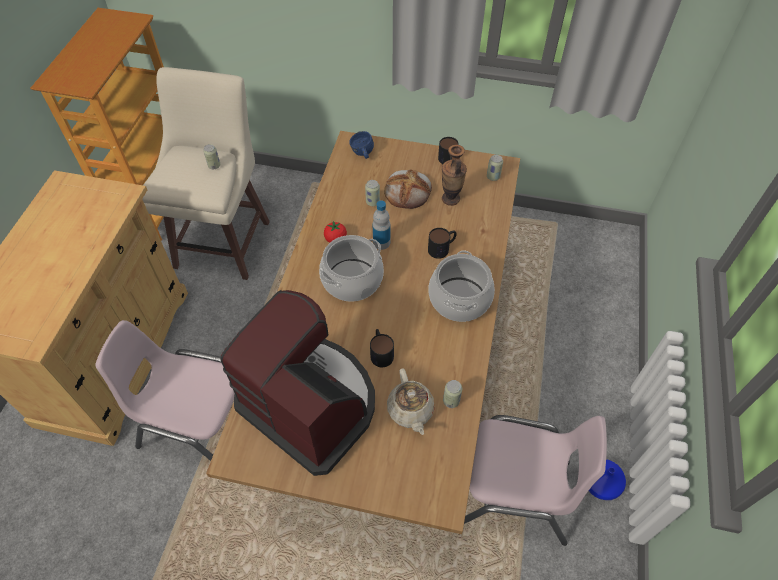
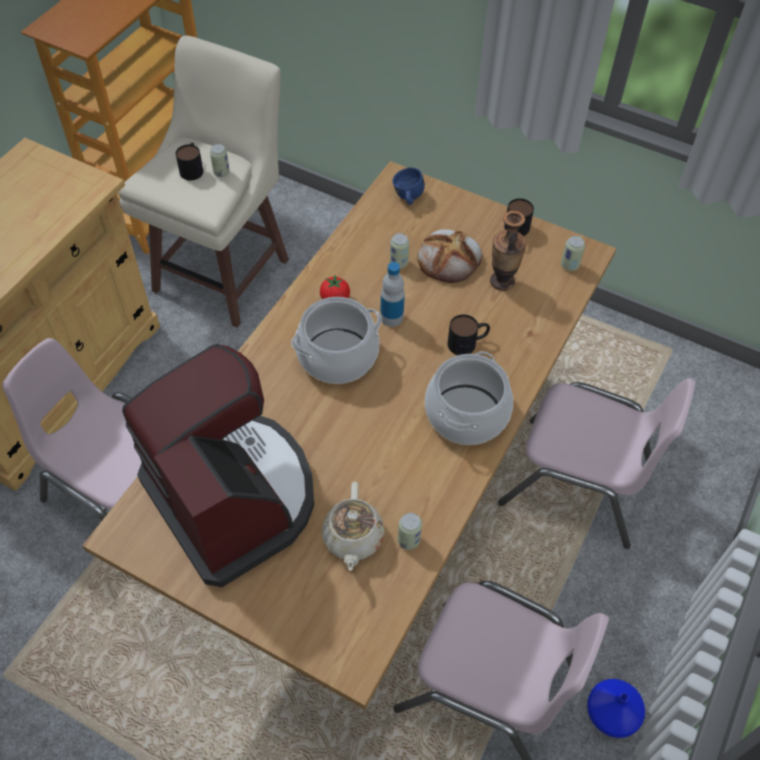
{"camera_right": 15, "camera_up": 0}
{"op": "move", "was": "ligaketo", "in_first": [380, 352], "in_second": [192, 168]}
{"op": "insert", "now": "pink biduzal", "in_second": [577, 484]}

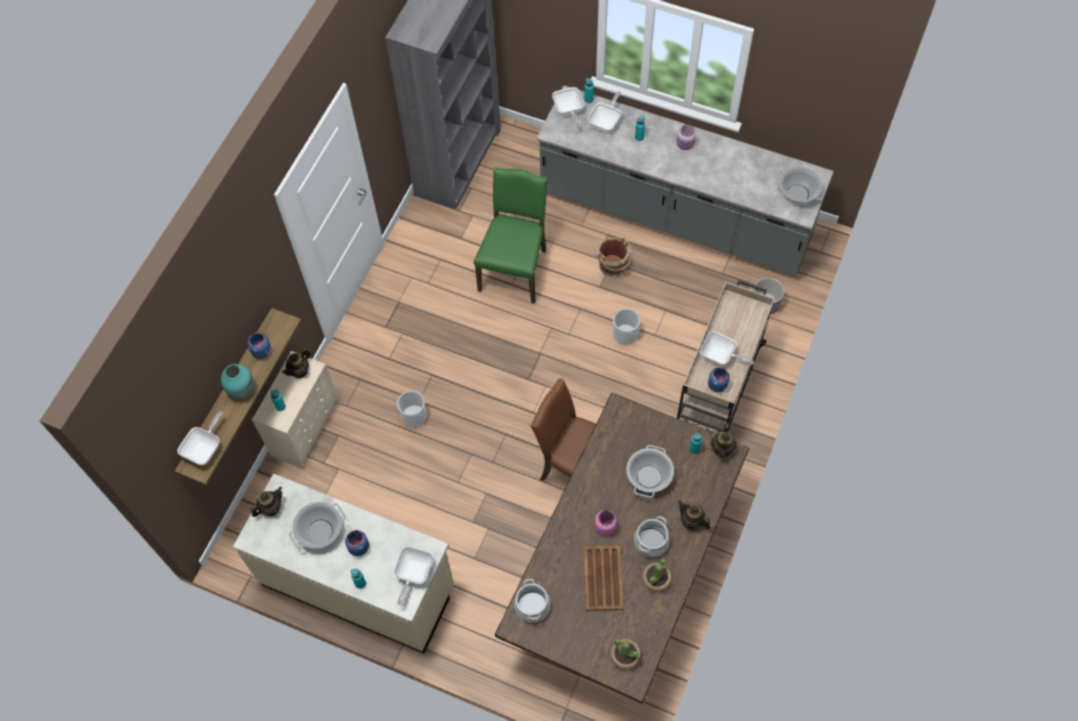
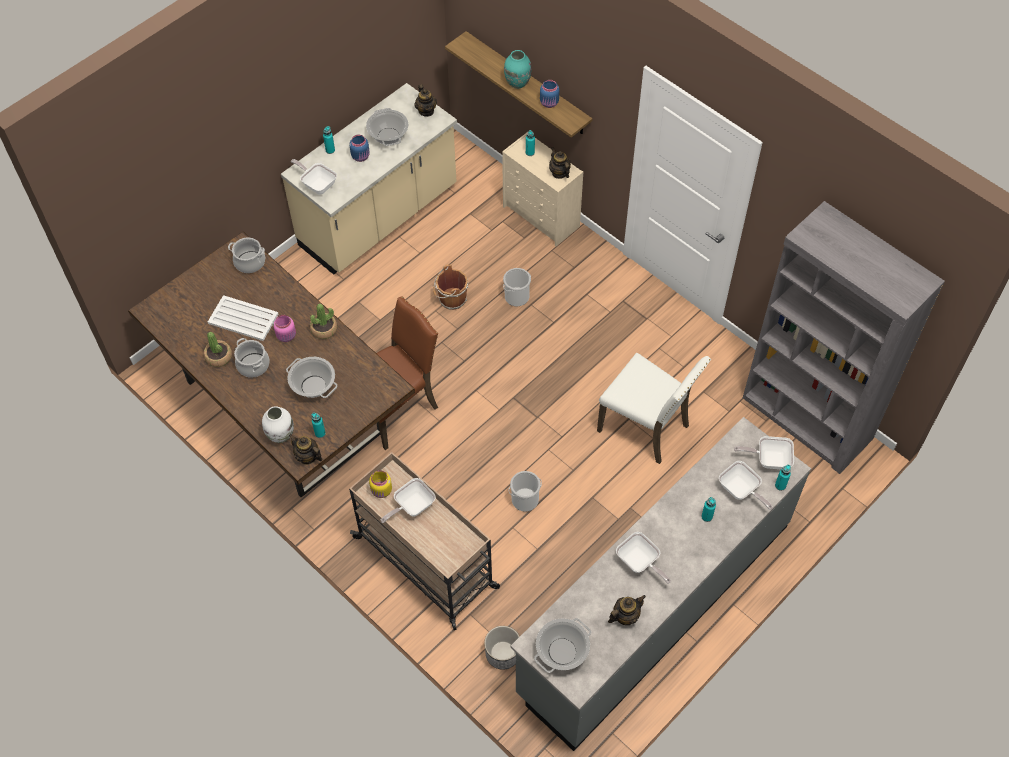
{"camera_right": 110, "camera_up": -5}
{"op": "delete", "was": "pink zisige", "in_first": [685, 145]}
{"op": "recolor", "was": "green biduzal", "now": "white biduzal", "in_first": [515, 269], "in_second": [646, 427]}
{"op": "move", "was": "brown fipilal", "in_first": [613, 266], "in_second": [451, 299]}
{"op": "recolor", "was": "blue zisige", "now": "yellow zisige", "in_first": [717, 385], "in_second": [381, 491]}
{"op": "move", "was": "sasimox", "in_first": [205, 448], "in_second": [639, 563]}
{"op": "move", "was": "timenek", "in_first": [691, 521], "in_second": [625, 616]}
{"op": "recolor", "was": "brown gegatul", "now": "white gegatul", "in_first": [603, 578], "in_second": [242, 318]}
{"op": "move", "was": "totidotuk", "in_first": [625, 656], "in_second": [324, 329]}
{"op": "insert", "now": "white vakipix", "in_second": [281, 435]}

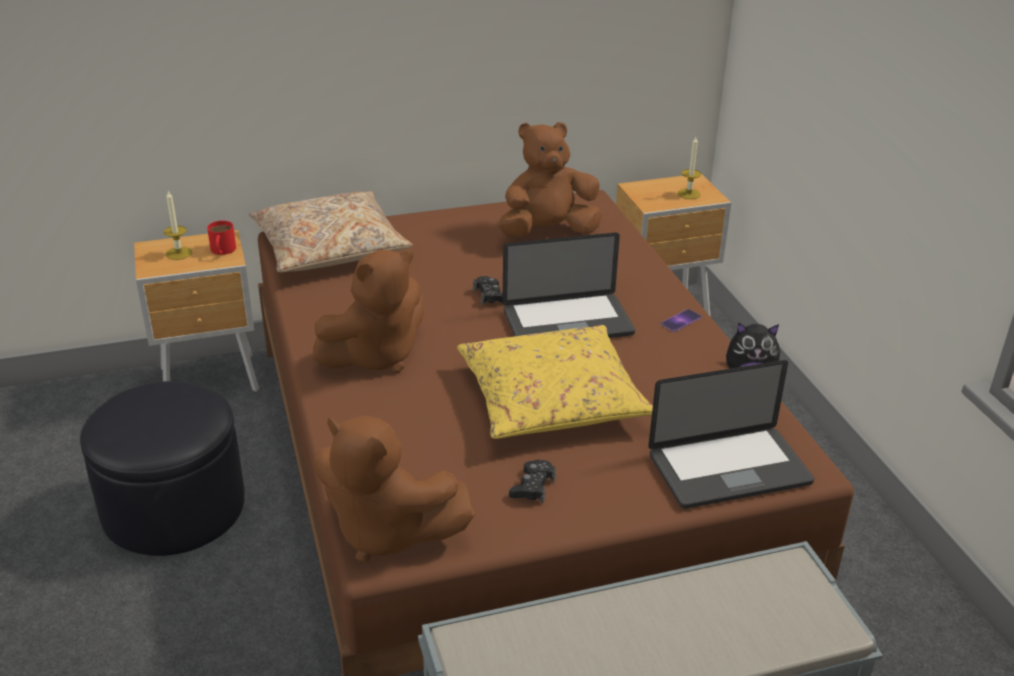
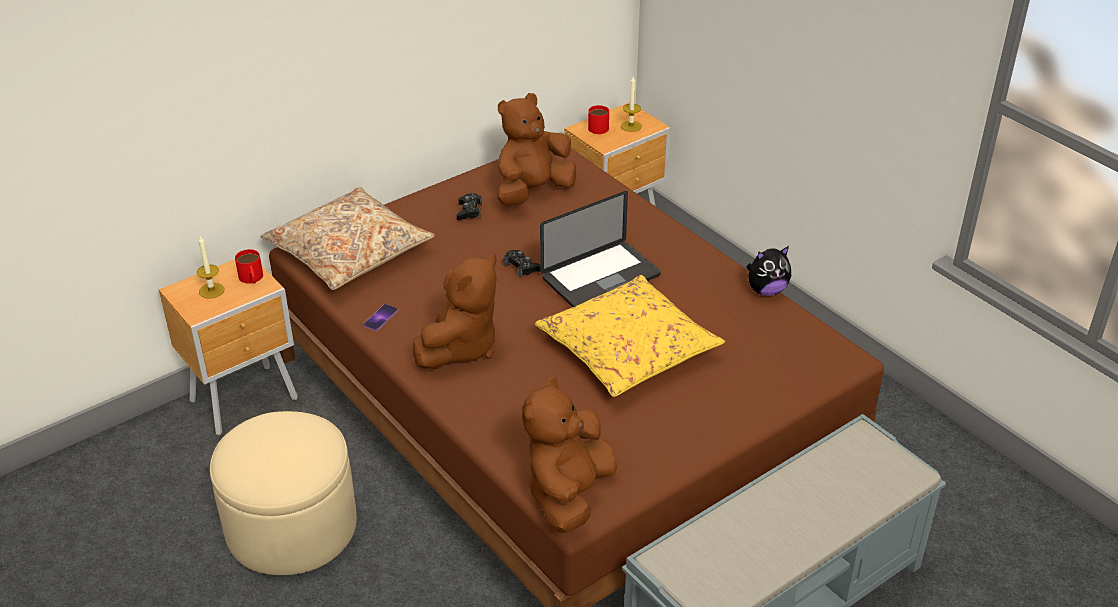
{"camera_right": -20, "camera_up": 5}
{"op": "move", "was": "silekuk", "in_first": [681, 321], "in_second": [380, 317]}
{"op": "delete", "was": "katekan", "in_first": [729, 469]}
{"op": "recolor", "was": "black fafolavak", "now": "beige fafolavak", "in_first": [174, 507], "in_second": [291, 526]}
{"op": "rotate", "was": "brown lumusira", "in_first": [386, 532], "in_second": [568, 494], "clockwise": 105}
{"op": "move", "was": "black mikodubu", "in_first": [532, 487], "in_second": [469, 211]}
{"op": "insert", "now": "red ligaketo", "in_second": [598, 126]}

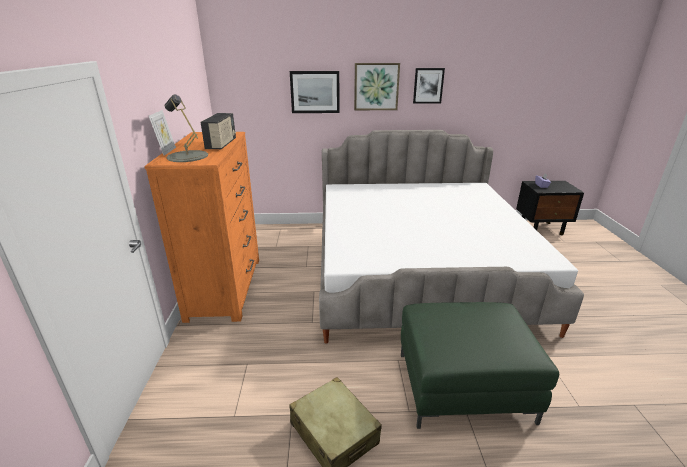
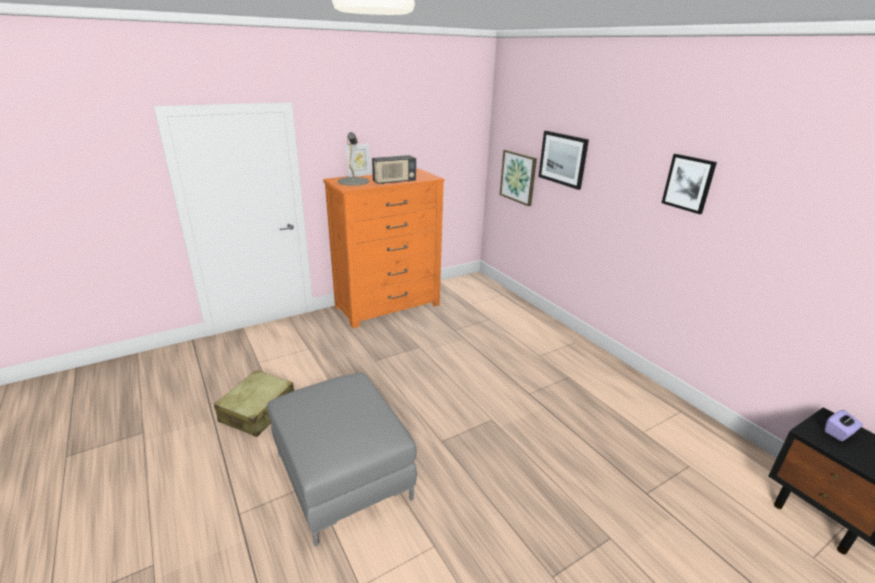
{"camera_right": 60, "camera_up": 0}
{"op": "move", "was": "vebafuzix", "in_first": [376, 86], "in_second": [518, 177]}
{"op": "delete", "was": "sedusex", "in_first": [418, 269]}
{"op": "recolor", "was": "green fafolavak", "now": "grey fafolavak", "in_first": [462, 386], "in_second": [343, 476]}

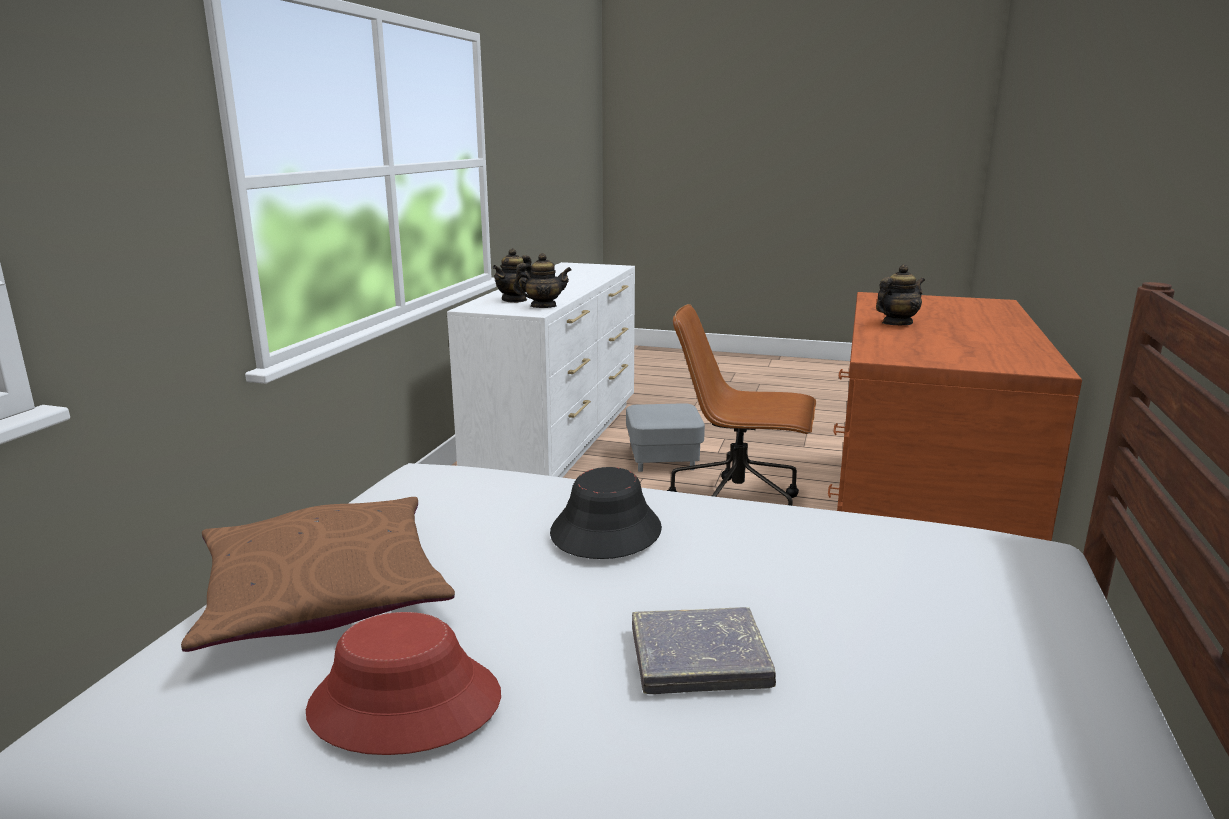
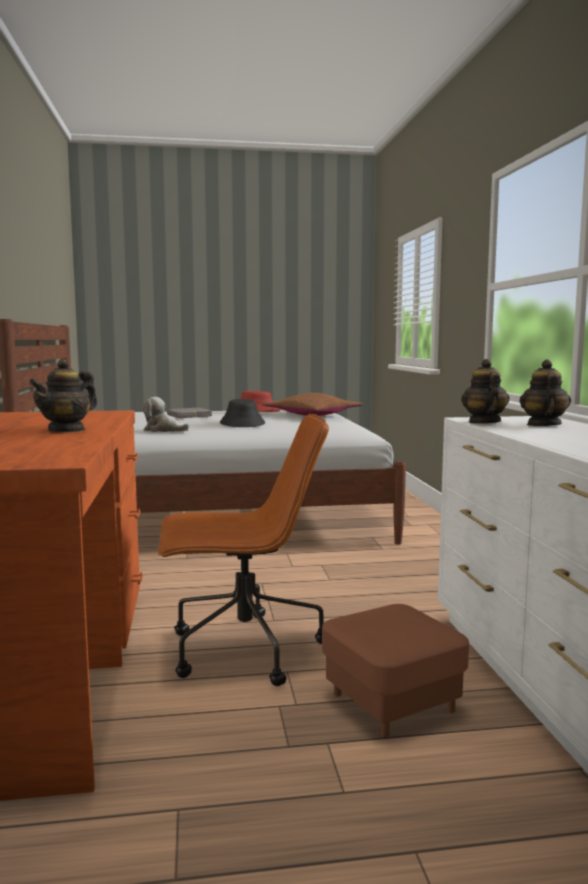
{"camera_right": 155, "camera_up": -10}
{"op": "rotate", "was": "timenek", "in_first": [543, 306], "in_second": [483, 422], "clockwise": 120}
{"op": "recolor", "was": "grey fafolavak", "now": "brown fafolavak", "in_first": [663, 460], "in_second": [392, 702]}
{"op": "insert", "now": "lumusira", "in_second": [163, 430]}

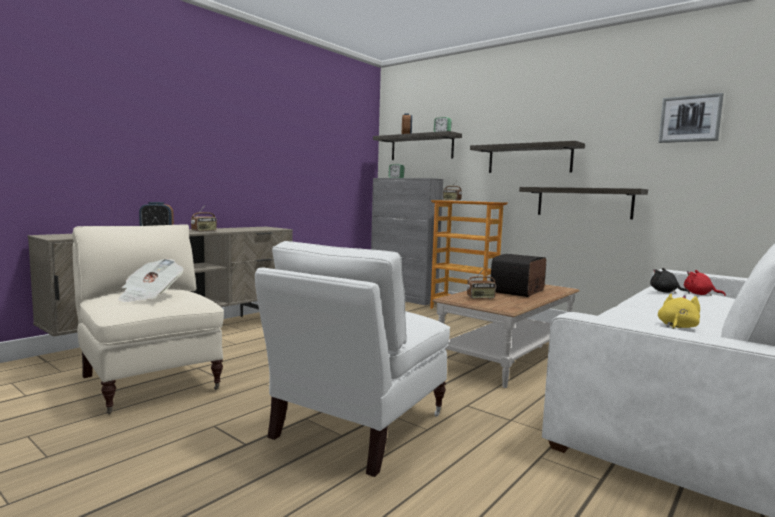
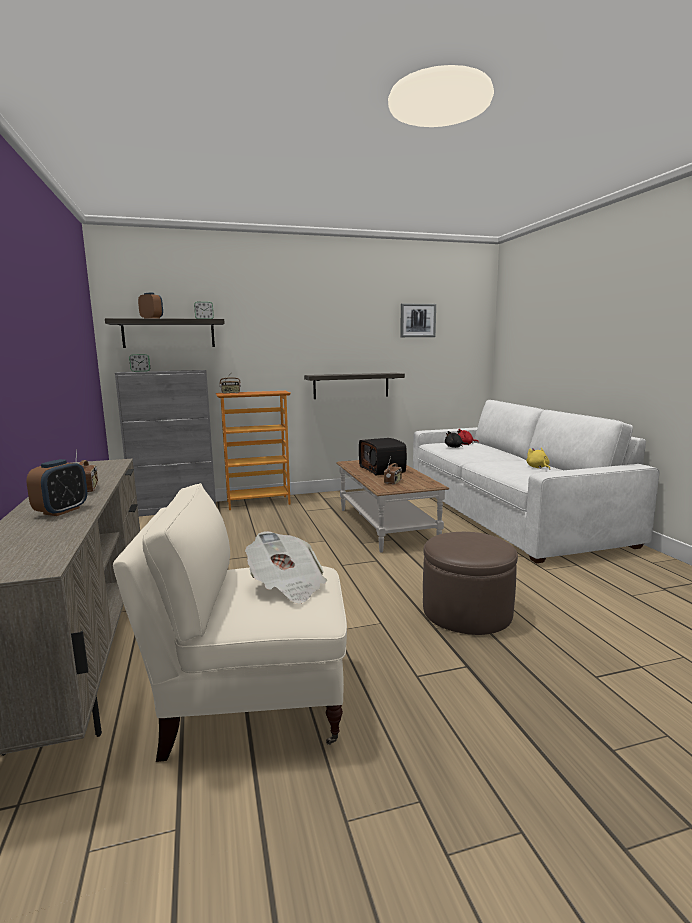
{"camera_right": -55, "camera_up": 5}
{"op": "delete", "was": "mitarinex", "in_first": [529, 159]}
{"op": "replace", "was": "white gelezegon", "now": "brown fafolavak", "in_first": [357, 427], "in_second": [467, 611]}

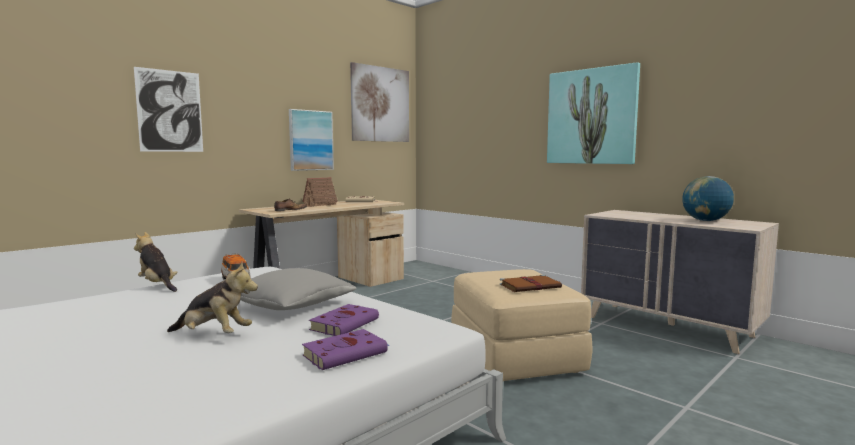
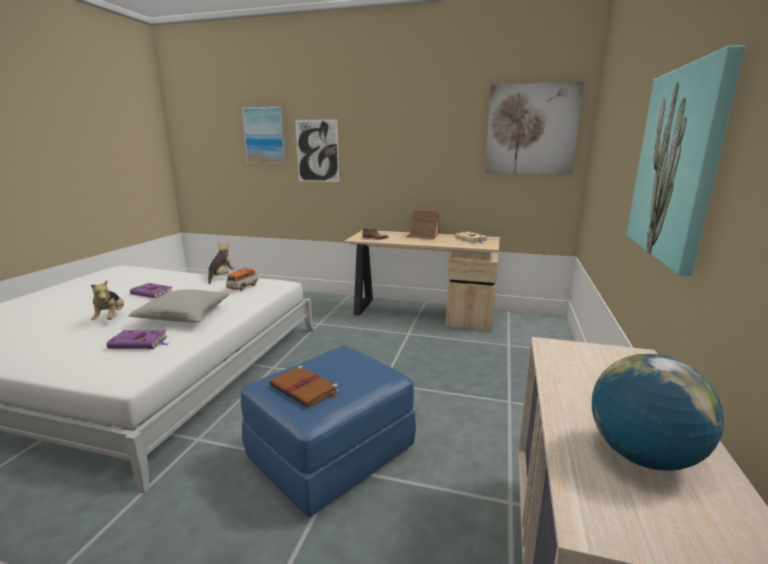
{"camera_right": 60, "camera_up": 10}
{"op": "move", "was": "vebafuzix", "in_first": [311, 140], "in_second": [265, 135]}
{"op": "recolor", "was": "beige fafolavak", "now": "blue fafolavak", "in_first": [516, 356], "in_second": [331, 454]}
{"op": "move", "was": "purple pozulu", "in_first": [347, 353], "in_second": [153, 293]}

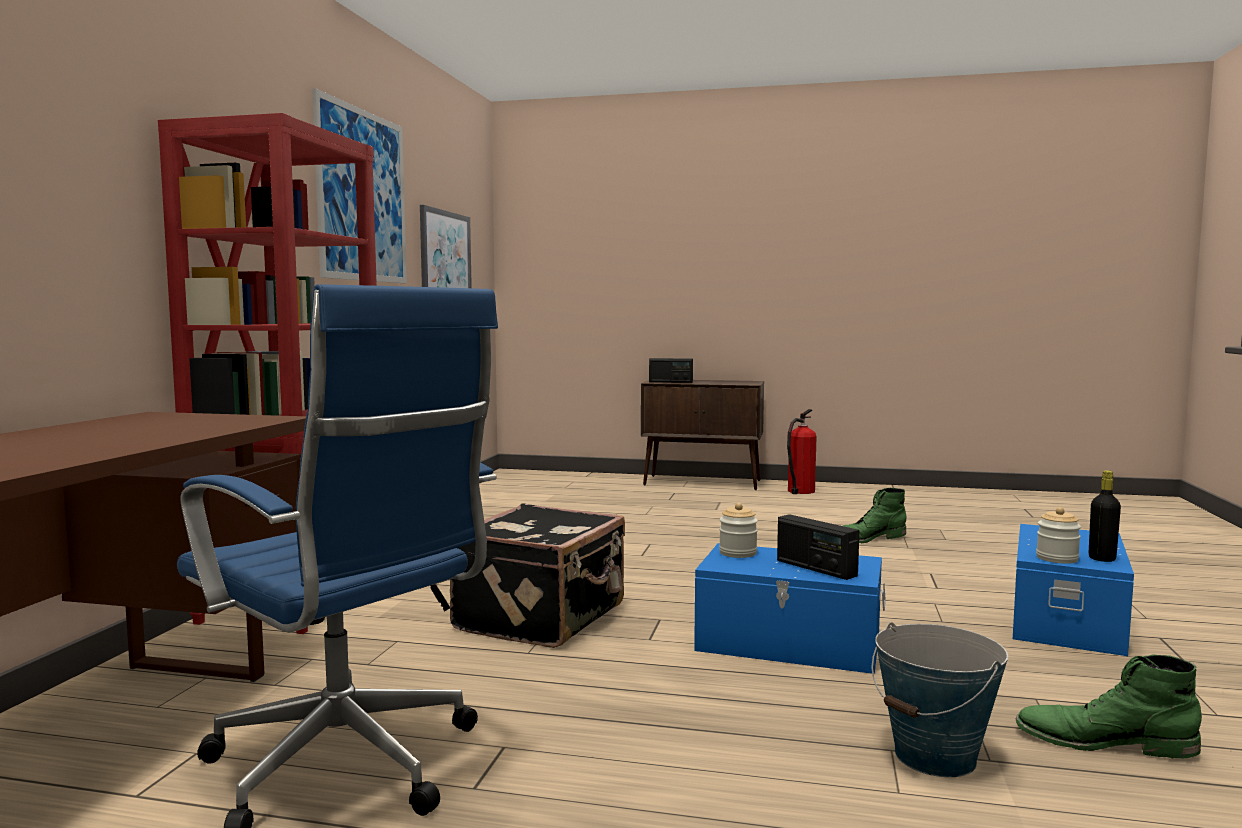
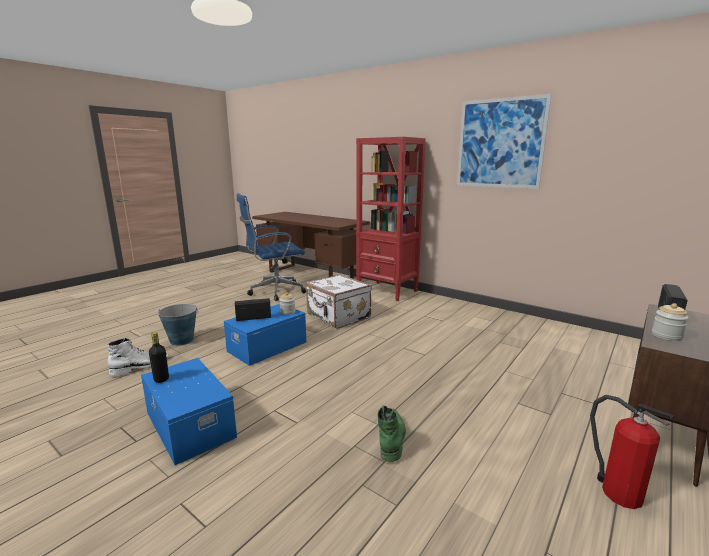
{"camera_right": 115, "camera_up": 10}
{"op": "delete", "was": "vebafuzix", "in_first": [445, 259]}
{"op": "recolor", "was": "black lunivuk", "now": "white lunivuk", "in_first": [543, 618], "in_second": [338, 316]}
{"op": "move", "was": "zisige", "in_first": [1057, 558], "in_second": [666, 336]}
{"op": "recolor", "was": "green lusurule", "now": "white lusurule", "in_first": [1104, 741], "in_second": [140, 366]}

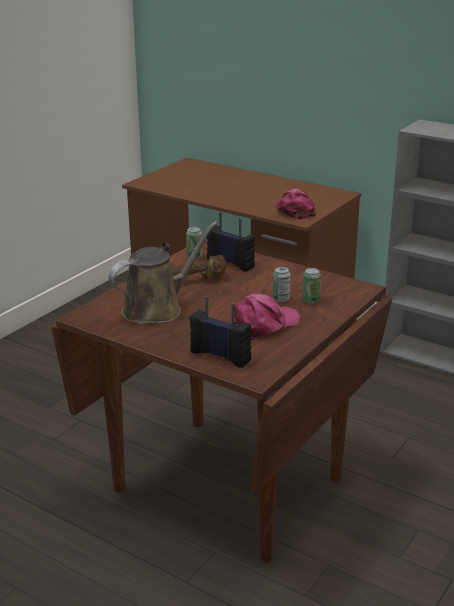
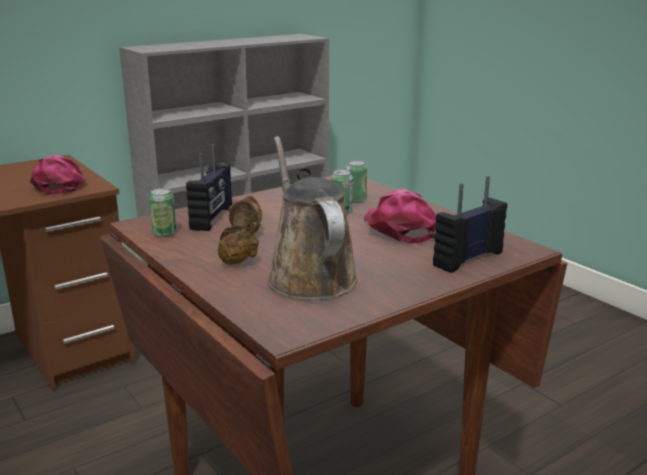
{"camera_right": -70, "camera_up": -5}
{"op": "rotate", "was": "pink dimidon", "in_first": [294, 210], "in_second": [61, 185], "clockwise": 75}
{"op": "rotate", "was": "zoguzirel", "in_first": [231, 263], "in_second": [212, 218], "clockwise": 135}

